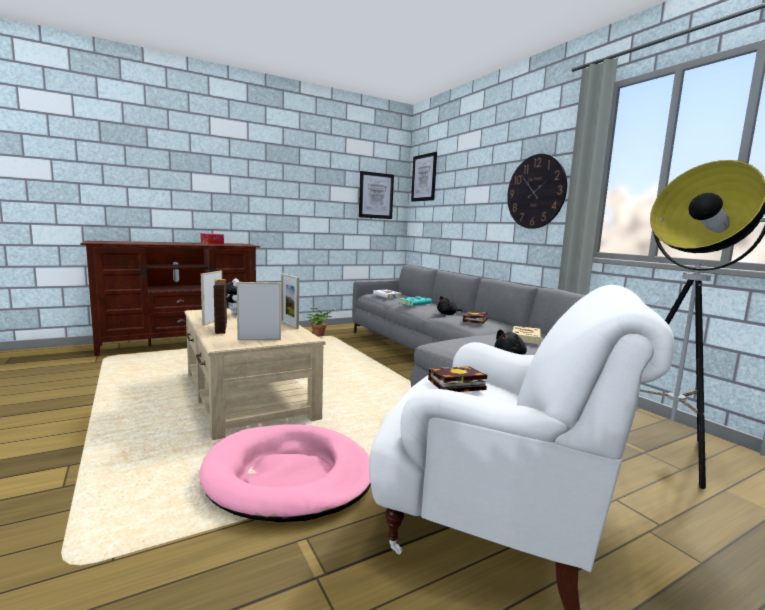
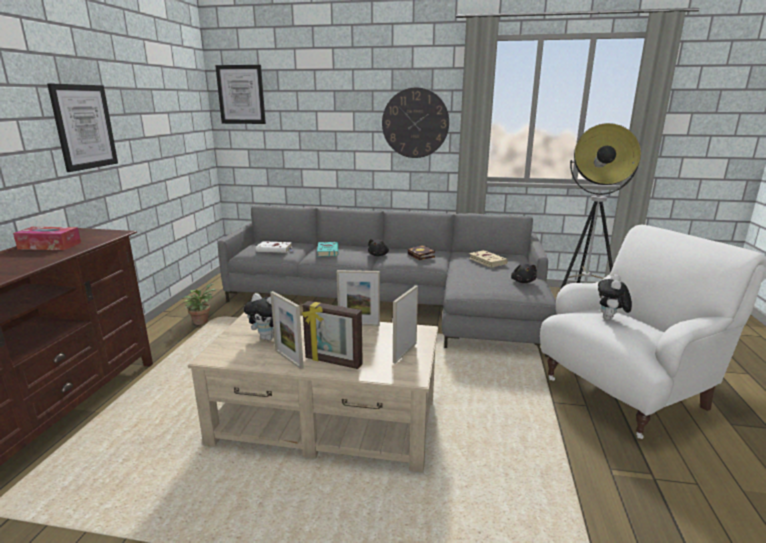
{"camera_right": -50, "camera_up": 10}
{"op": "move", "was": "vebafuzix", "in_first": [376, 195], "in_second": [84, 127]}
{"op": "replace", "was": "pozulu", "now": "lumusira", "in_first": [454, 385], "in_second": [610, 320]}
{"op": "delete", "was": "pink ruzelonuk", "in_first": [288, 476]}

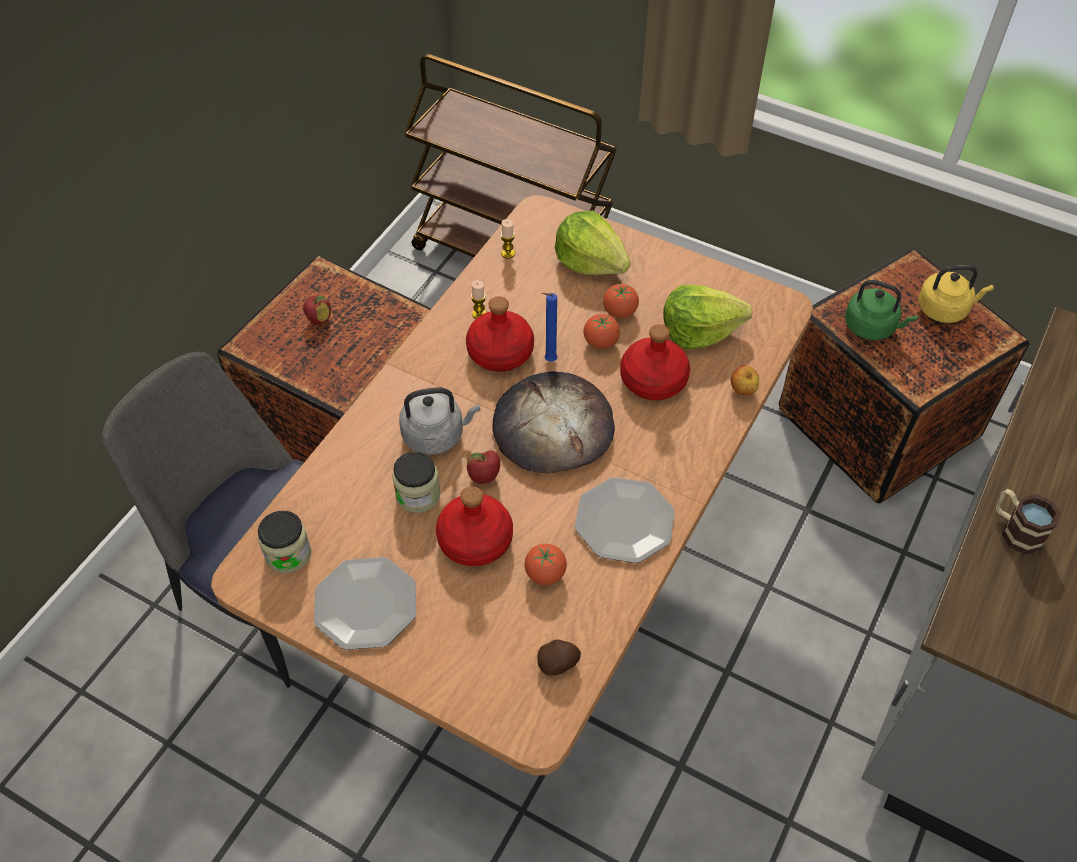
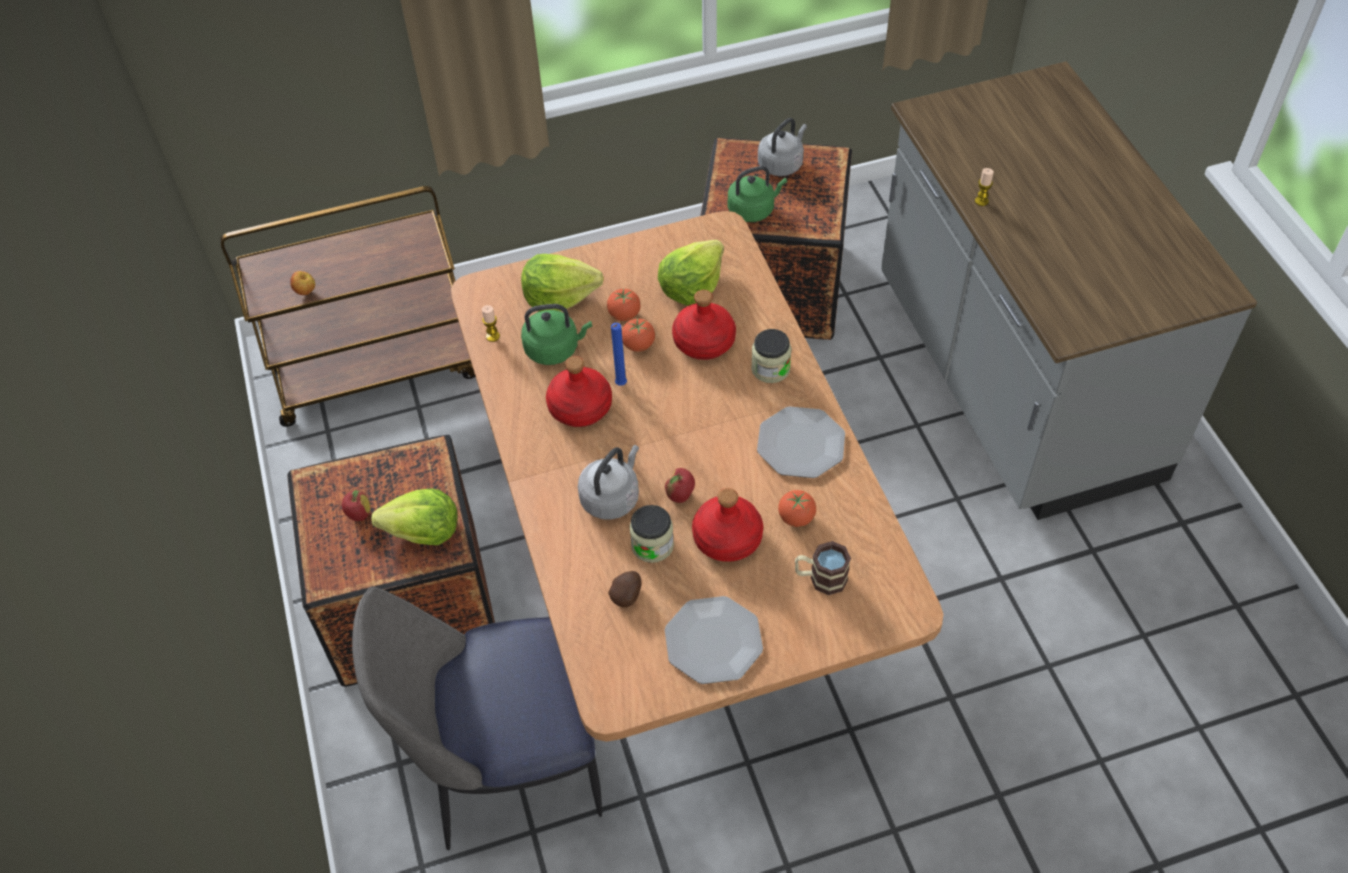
{"camera_right": -45, "camera_up": 0}
{"op": "recolor", "was": "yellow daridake", "now": "grey daridake", "in_first": [945, 309], "in_second": [782, 164]}
{"op": "move", "was": "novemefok", "in_first": [479, 314], "in_second": [981, 201]}
{"op": "move", "was": "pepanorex", "in_first": [743, 391], "in_second": [306, 292]}
{"op": "delete", "was": "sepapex", "in_first": [553, 426]}
{"op": "move", "was": "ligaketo", "in_first": [1015, 530], "in_second": [820, 578]}
{"op": "move", "was": "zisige", "in_first": [288, 554], "in_second": [770, 369]}
{"op": "move", "was": "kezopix", "in_first": [559, 664], "in_second": [627, 595]}
{"op": "insert", "now": "green daridake", "in_second": [555, 349]}
{"op": "insert", "now": "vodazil", "in_second": [423, 532]}

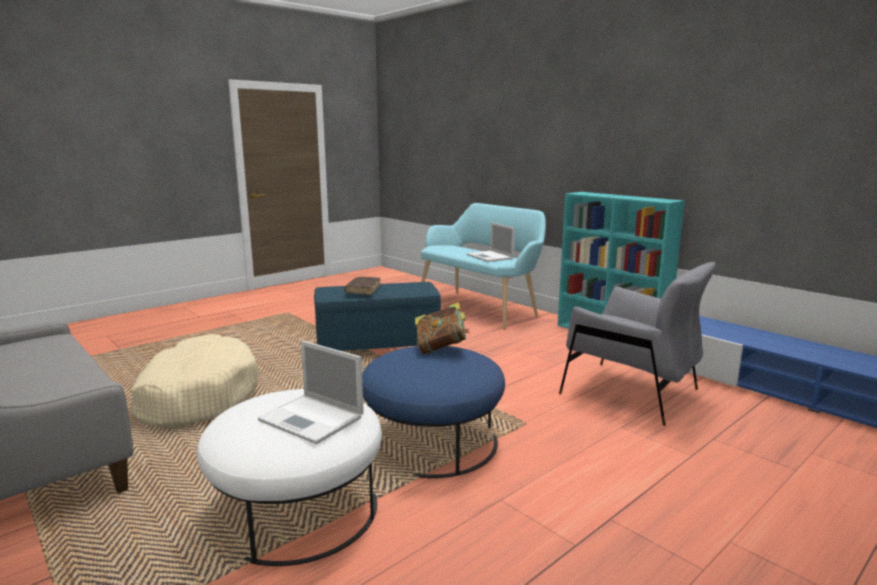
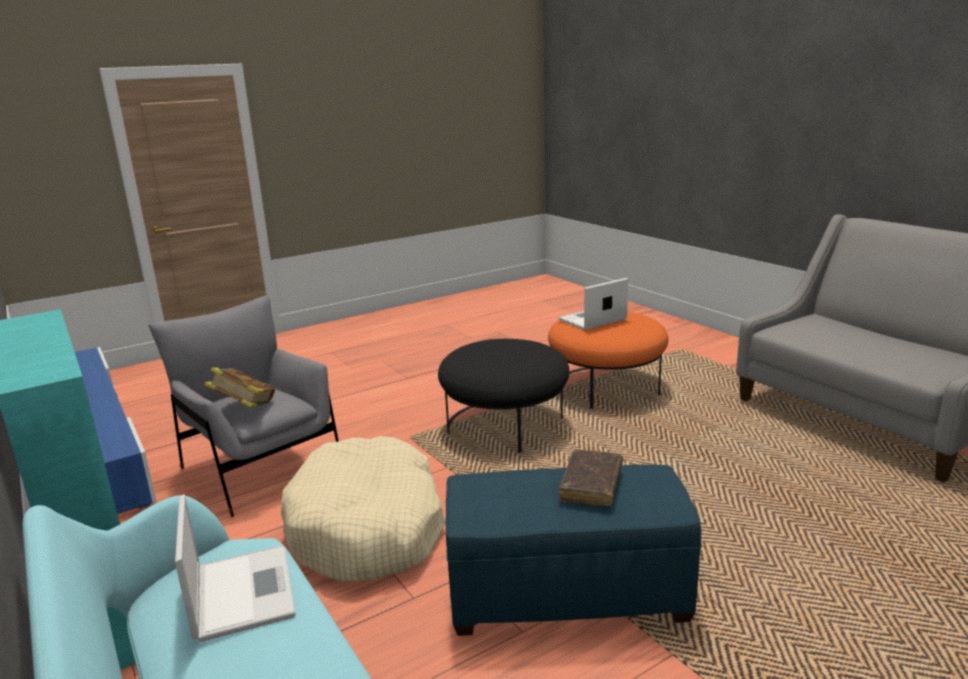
{"camera_right": -170, "camera_up": 5}
{"op": "move", "was": "pozulu", "in_first": [441, 349], "in_second": [244, 408]}
{"op": "move", "was": "beige ruzelonuk", "in_first": [197, 397], "in_second": [368, 528]}
{"op": "rotate", "was": "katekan", "in_first": [313, 419], "in_second": [591, 320], "clockwise": -75}
{"op": "recolor", "was": "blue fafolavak", "now": "black fafolavak", "in_first": [432, 441], "in_second": [505, 425]}
{"op": "recolor", "was": "white fafolavak", "now": "orange fafolavak", "in_first": [297, 509], "in_second": [606, 387]}

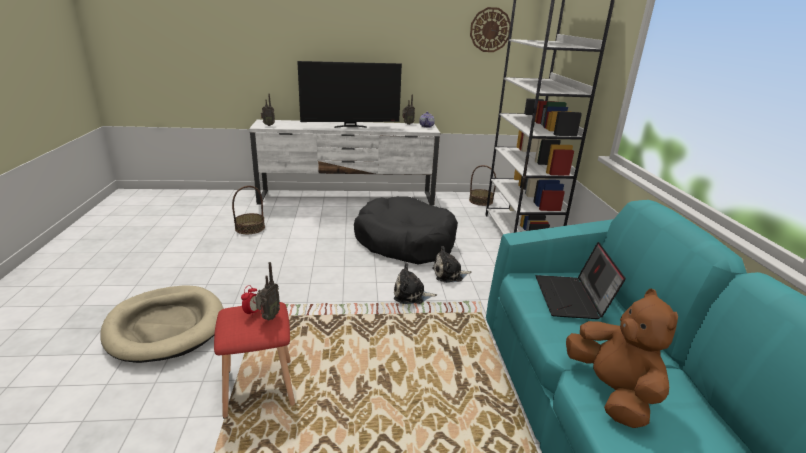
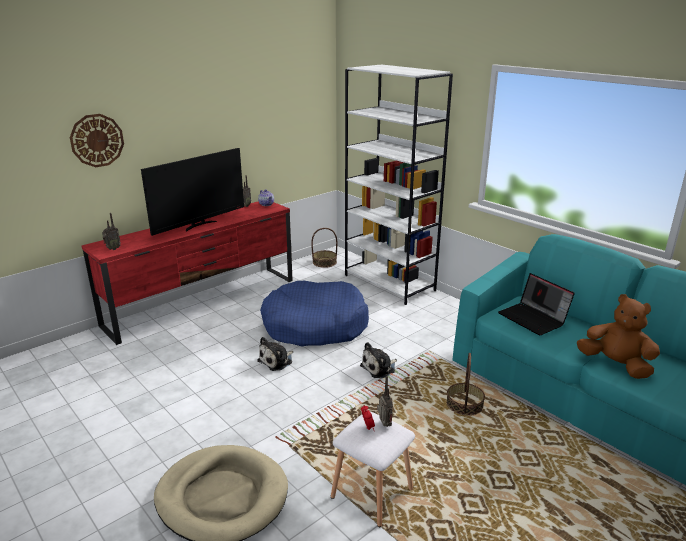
{"camera_right": -35, "camera_up": 0}
{"op": "move", "was": "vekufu", "in_first": [490, 30], "in_second": [97, 140]}
{"op": "recolor", "was": "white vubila", "now": "red vubila", "in_first": [348, 198], "in_second": [204, 302]}
{"op": "move", "was": "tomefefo", "in_first": [250, 228], "in_second": [464, 404]}
{"op": "recolor", "was": "black ruzelonuk", "now": "blue ruzelonuk", "in_first": [405, 242], "in_second": [315, 325]}
{"op": "move", "was": "lumusira", "in_first": [449, 274], "in_second": [277, 361]}
{"op": "recolor", "was": "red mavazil", "now": "white mavazil", "in_first": [260, 386], "in_second": [372, 492]}

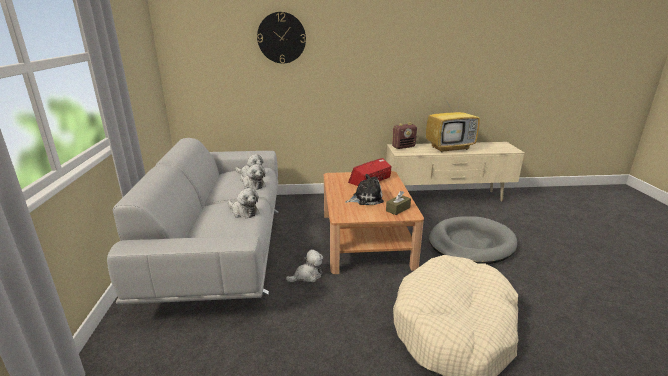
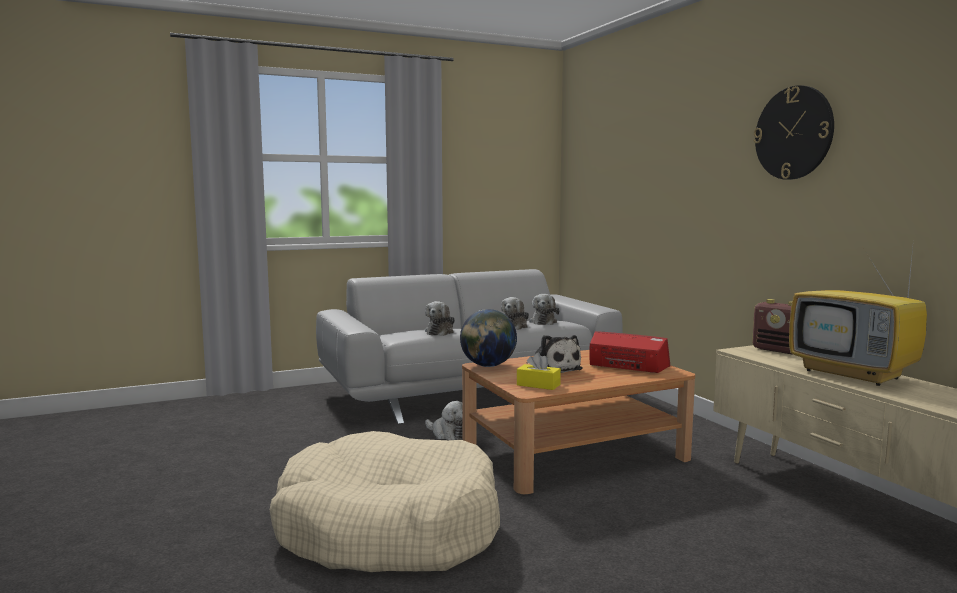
{"camera_right": 70, "camera_up": -15}
{"op": "move", "was": "vekufu", "in_first": [281, 38], "in_second": [793, 133]}
{"op": "recolor", "was": "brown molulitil", "now": "yellow molulitil", "in_first": [398, 209], "in_second": [538, 385]}
{"op": "delete", "was": "grey ruzelonuk", "in_first": [471, 244]}
{"op": "insert", "now": "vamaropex", "in_second": [488, 366]}

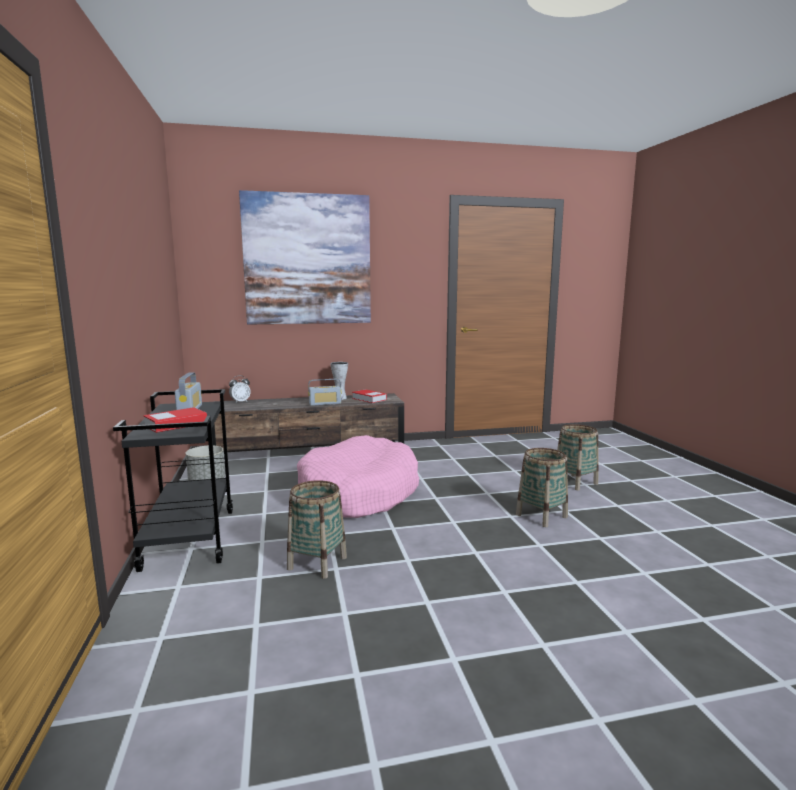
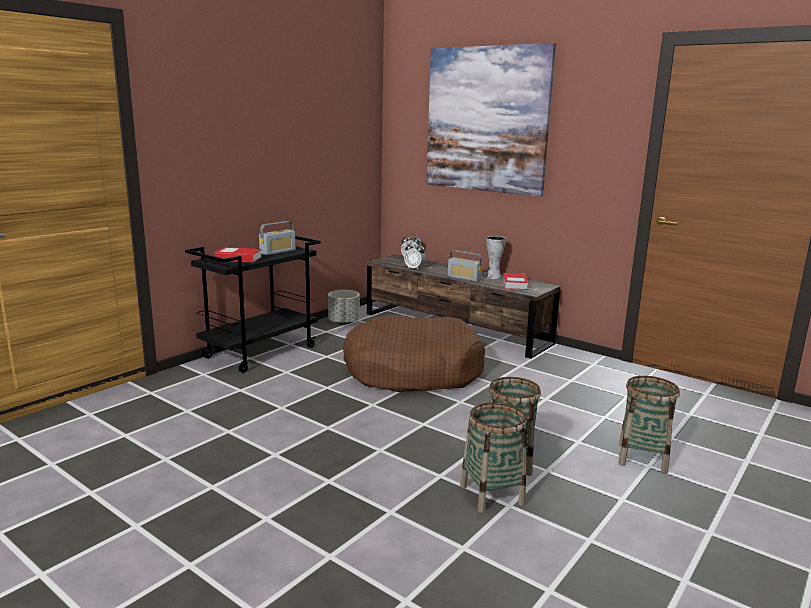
{"camera_right": 50, "camera_up": 5}
{"op": "recolor", "was": "pink ruzelonuk", "now": "brown ruzelonuk", "in_first": [358, 493], "in_second": [412, 371]}
{"op": "move", "was": "tomefefo", "in_first": [317, 563], "in_second": [492, 495]}
{"op": "insert", "now": "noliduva", "in_second": [414, 268]}

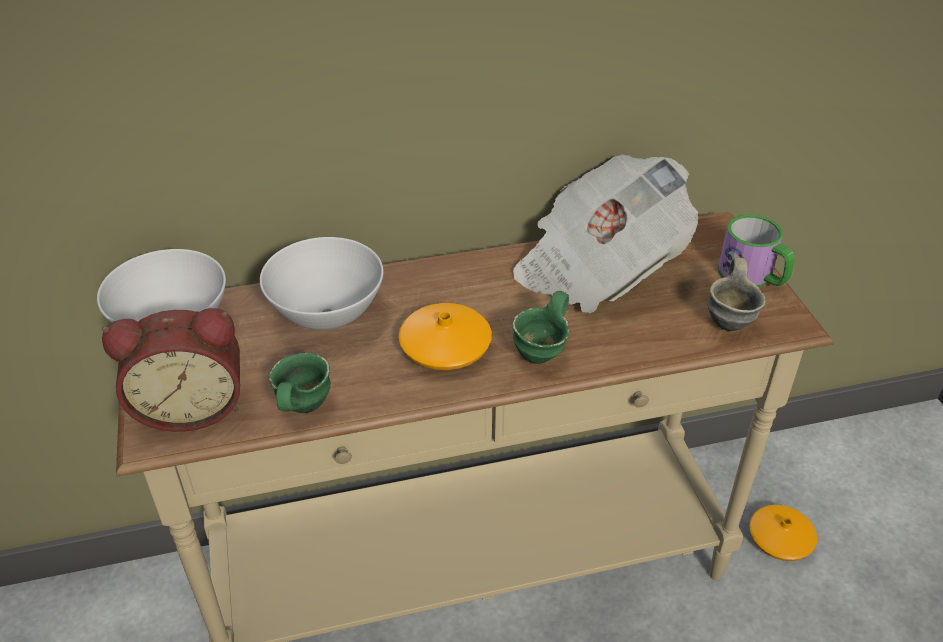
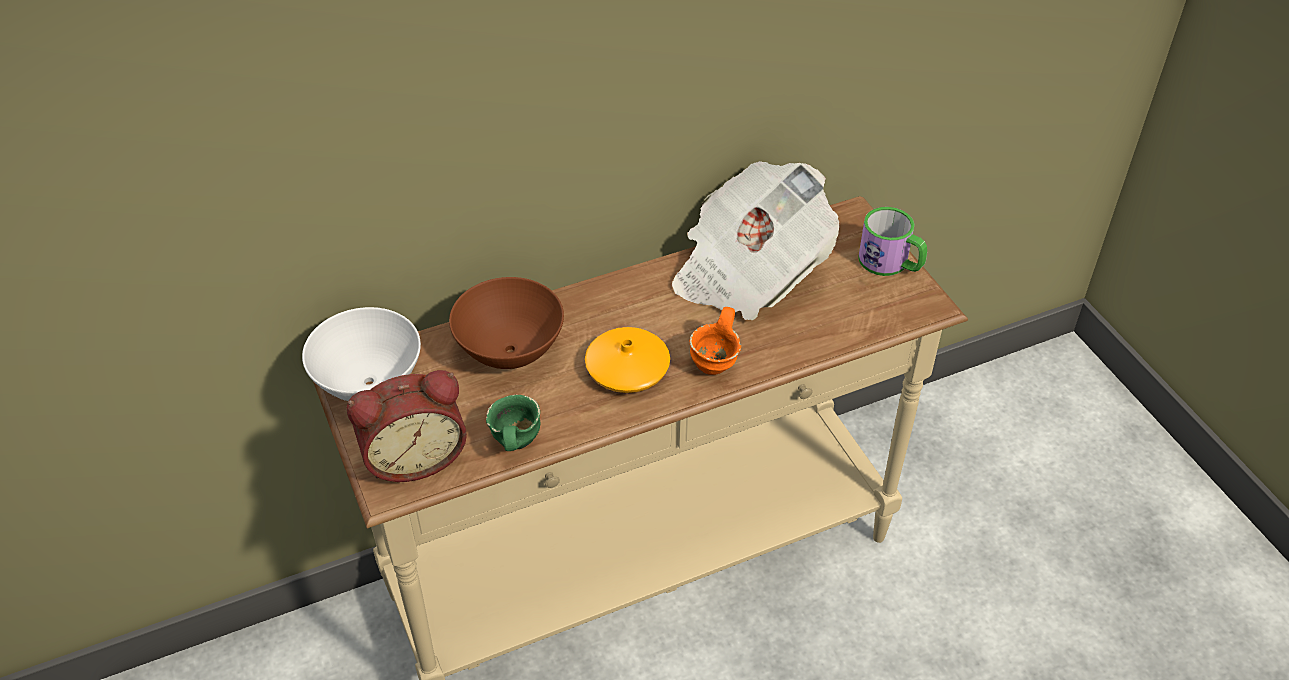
{"camera_right": -10, "camera_up": 5}
{"op": "recolor", "was": "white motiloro", "now": "brown motiloro", "in_first": [328, 317], "in_second": [511, 353]}
{"op": "delete", "was": "grey ligaketo", "in_first": [732, 320]}
{"op": "recolor", "was": "green ligaketo", "now": "orange ligaketo", "in_first": [544, 354], "in_second": [717, 364]}
{"op": "delete", "was": "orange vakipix", "in_first": [780, 538]}

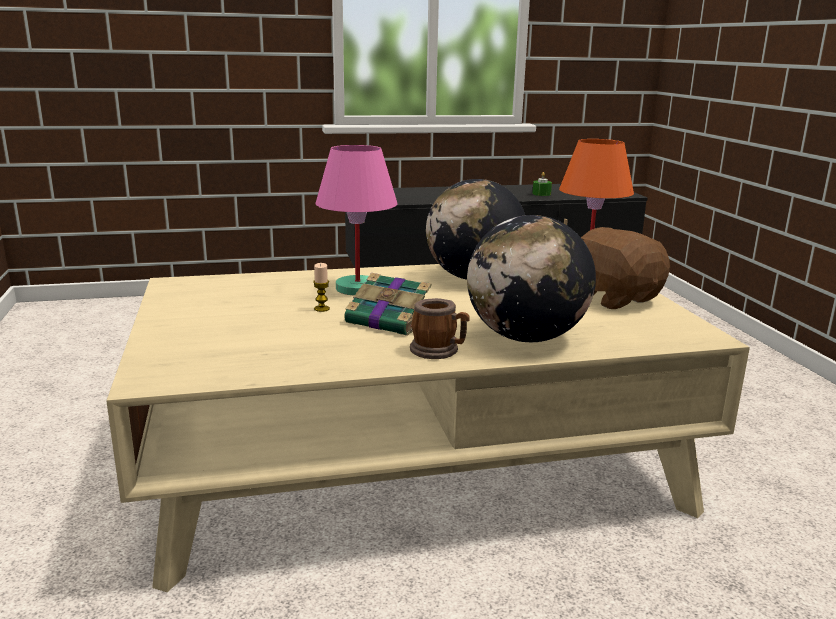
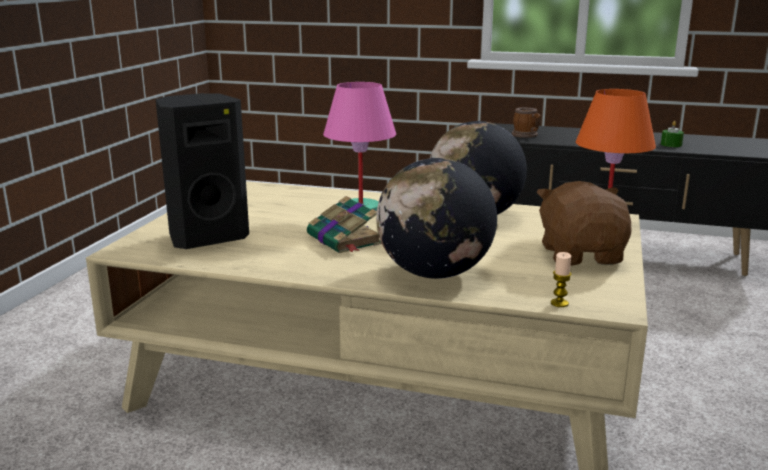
{"camera_right": 30, "camera_up": 0}
{"op": "move", "was": "novemefok", "in_first": [321, 309], "in_second": [559, 303]}
{"op": "move", "was": "ligaketo", "in_first": [439, 351], "in_second": [526, 135]}
{"op": "insert", "now": "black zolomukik", "in_second": [206, 237]}

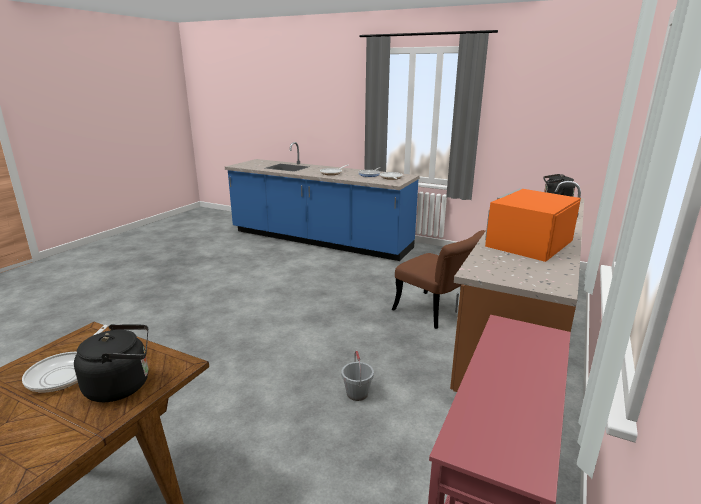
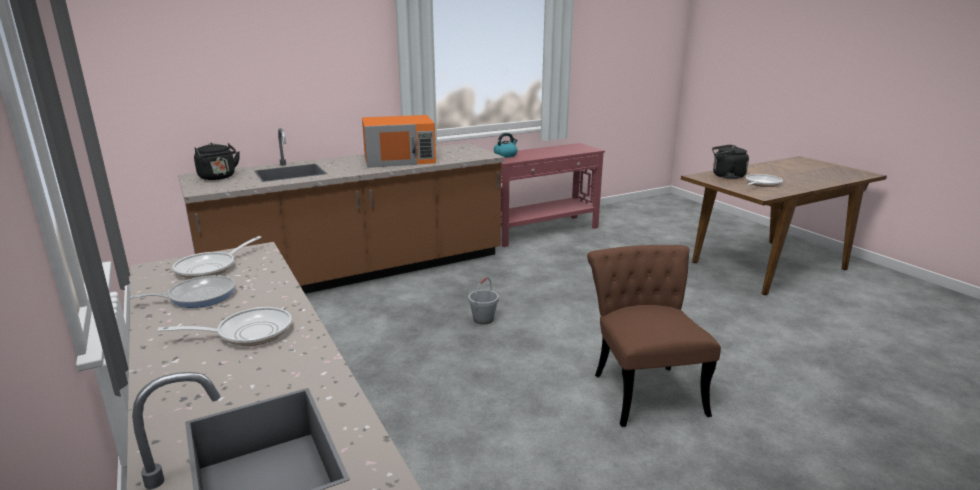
{"camera_right": -145, "camera_up": 0}
{"op": "move", "was": "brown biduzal", "in_first": [436, 313], "in_second": [643, 387]}
{"op": "move", "was": "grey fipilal", "in_first": [357, 394], "in_second": [483, 319]}
{"op": "insert", "now": "daridake", "in_second": [505, 155]}

